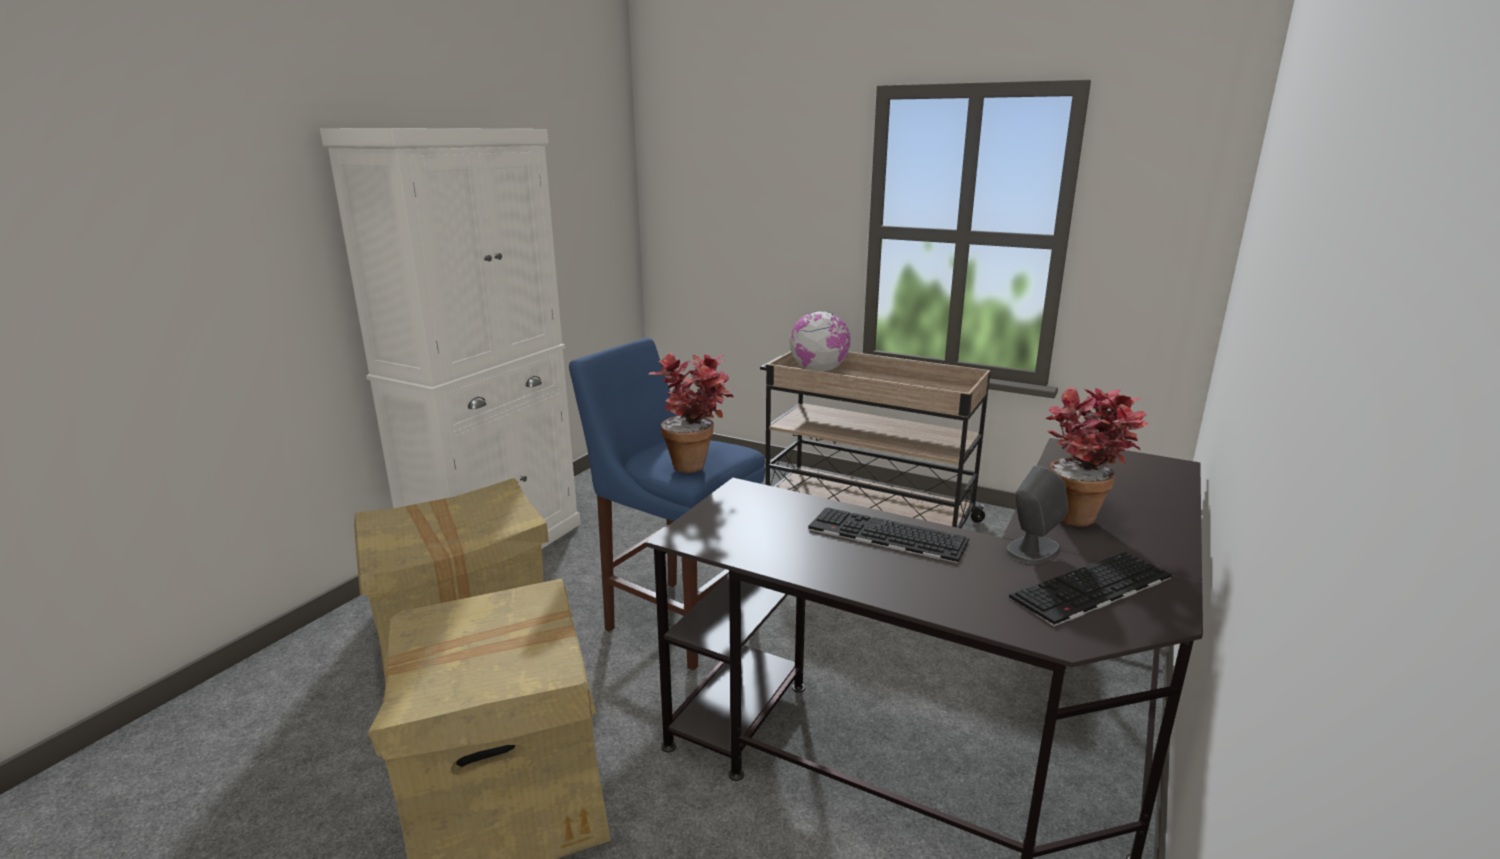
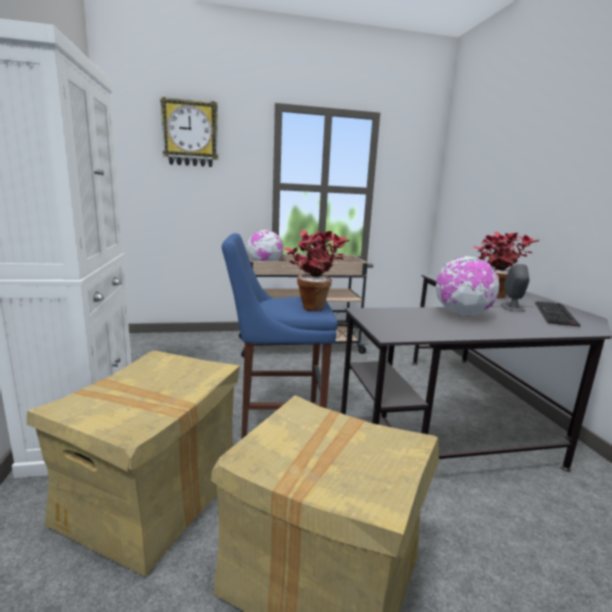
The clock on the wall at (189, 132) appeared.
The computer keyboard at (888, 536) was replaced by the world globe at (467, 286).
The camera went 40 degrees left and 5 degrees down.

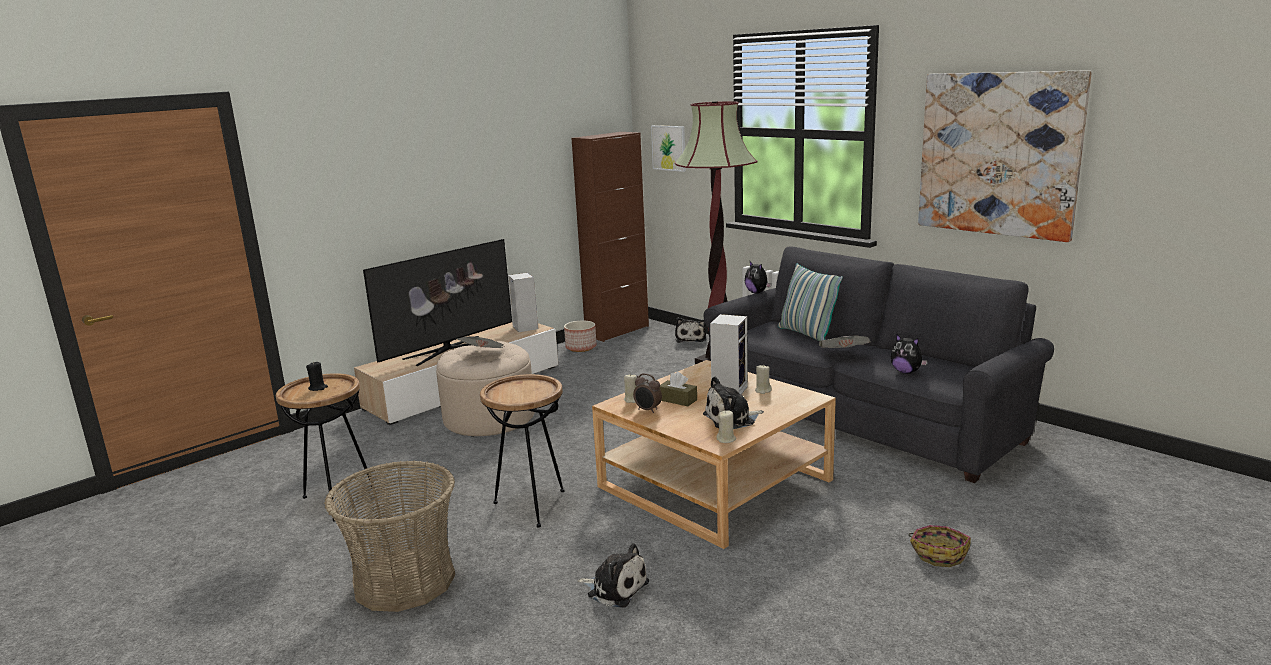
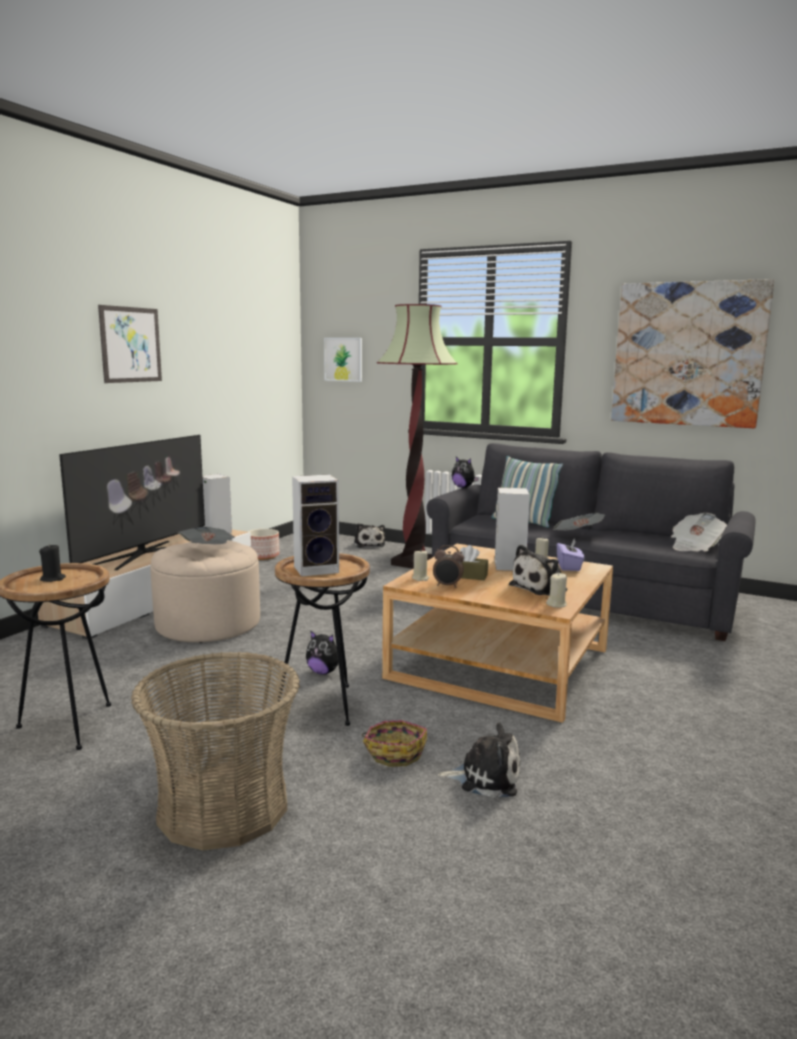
The wall picture at (130, 344) appeared.
The audio speaker at (315, 525) appeared.
The plush toy moved from (909, 354) to (322, 652).
The basket moved from (939, 546) to (394, 743).
The purple tissue holder at (570, 555) appeared.
The daily paper at (699, 532) appeared.
The brown cabinet at (610, 237) disappeared.
The camera went 20 degrees left and 5 degrees down.

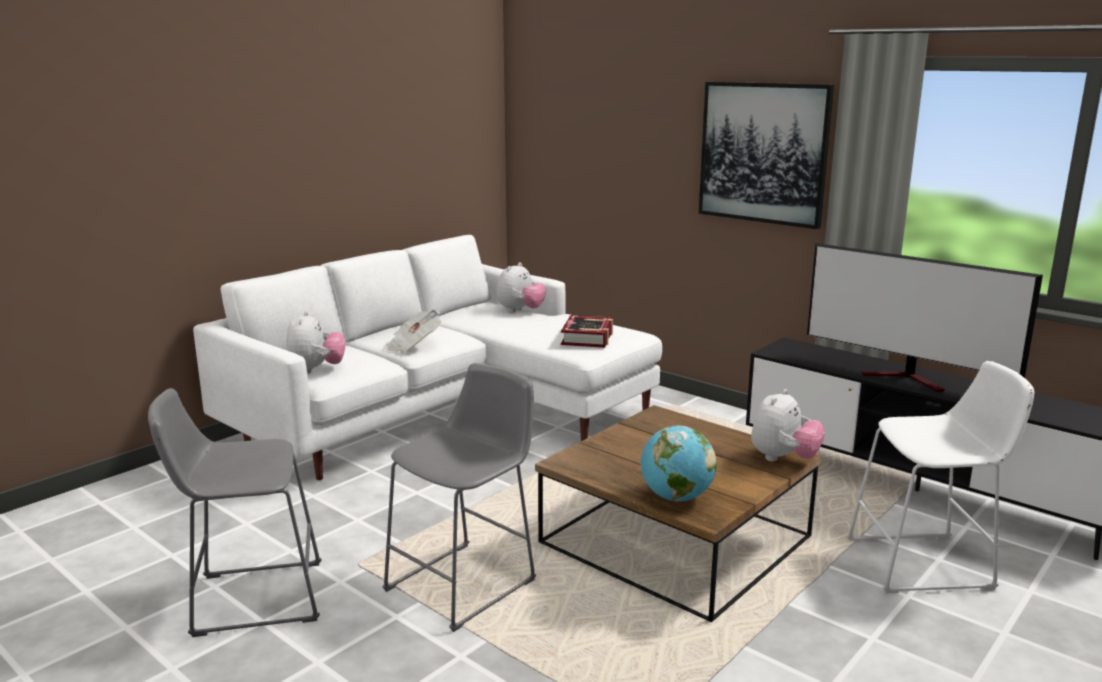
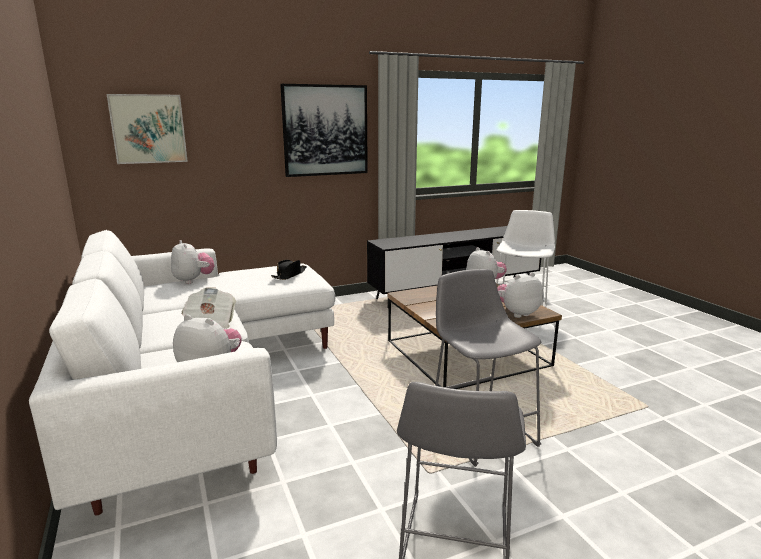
The wall picture at (147, 129) appeared.
The bound book at (587, 331) was replaced by the blackish wearable hat at (288, 270).
The world globe at (679, 463) was replaced by the plush toy at (520, 295).
The TV set at (925, 317) disappeared.
The camera went 65 degrees left and 0 degrees up.

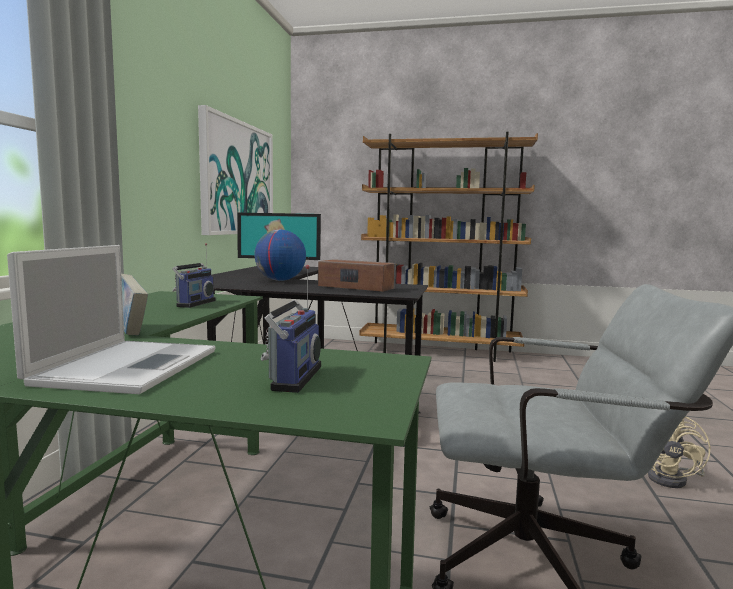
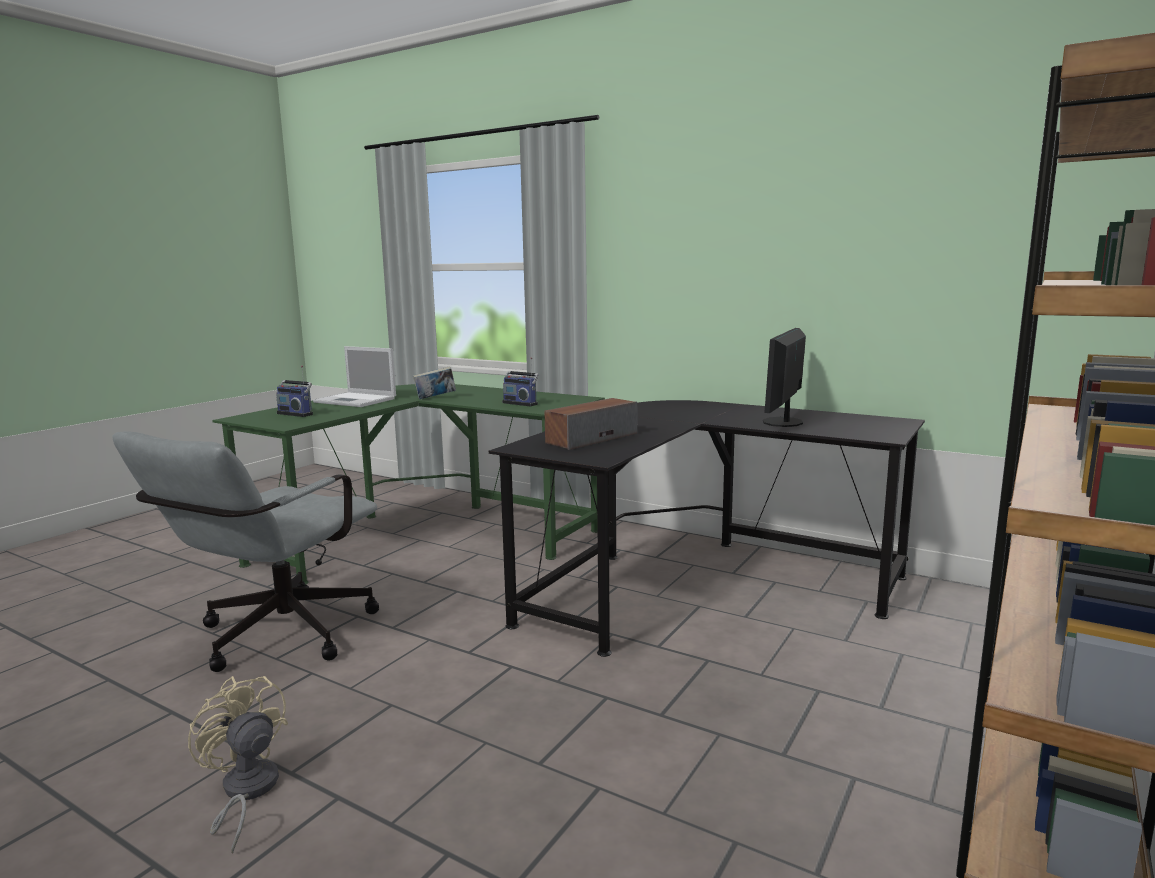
The wall picture at (235, 170) disappeared.
The world globe at (280, 255) disappeared.
The camera went 110 degrees right and 5 degrees up.

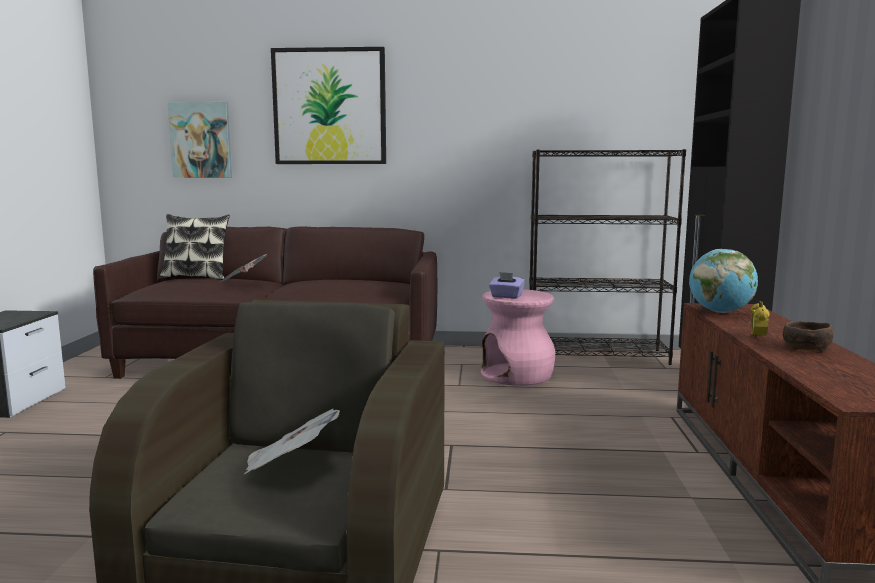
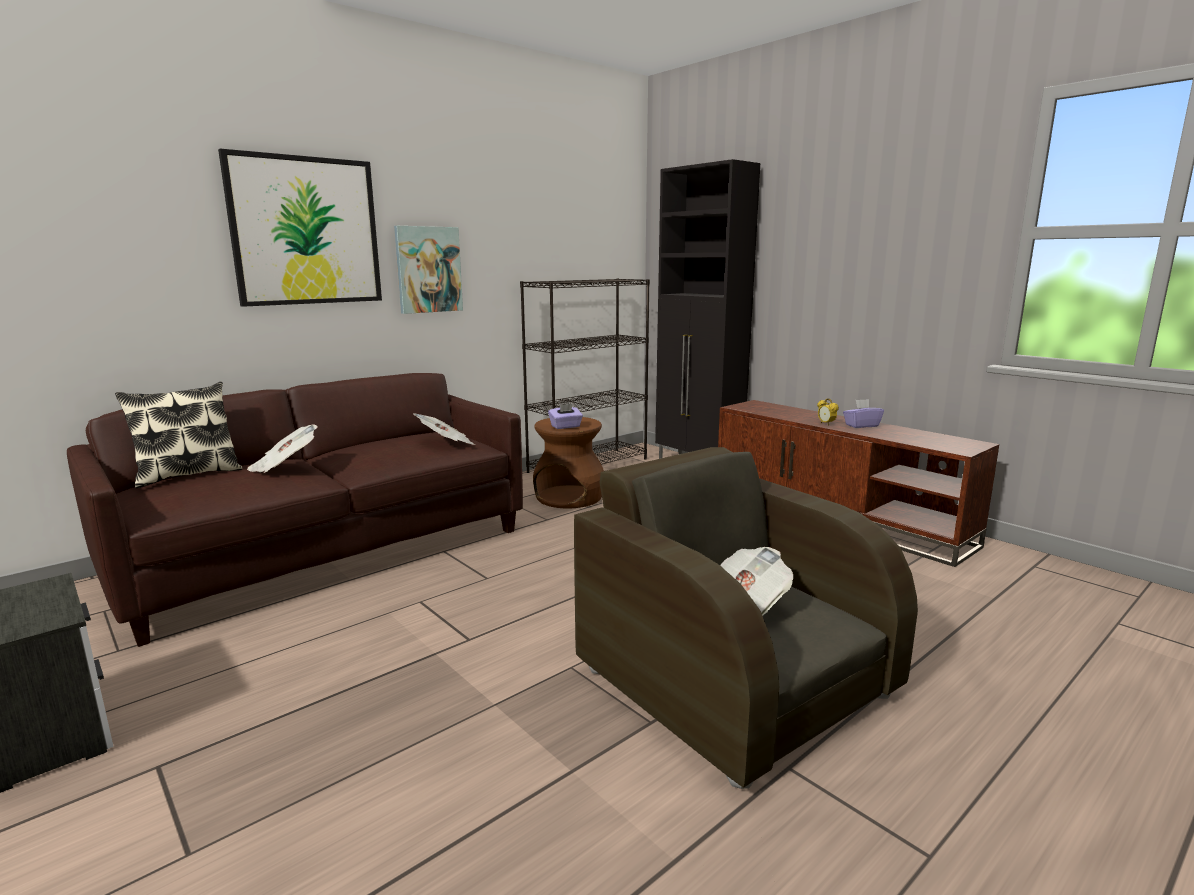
The wall picture moved from (200, 140) to (428, 270).
The daily paper at (444, 429) appeared.
The pink stool at (518, 337) became the brown stool at (568, 463).
The brown deep dish at (808, 336) was replaced by the purple tissue holder at (863, 413).
The world globe at (723, 281) disappeared.
The camera went 45 degrees left and 5 degrees up.

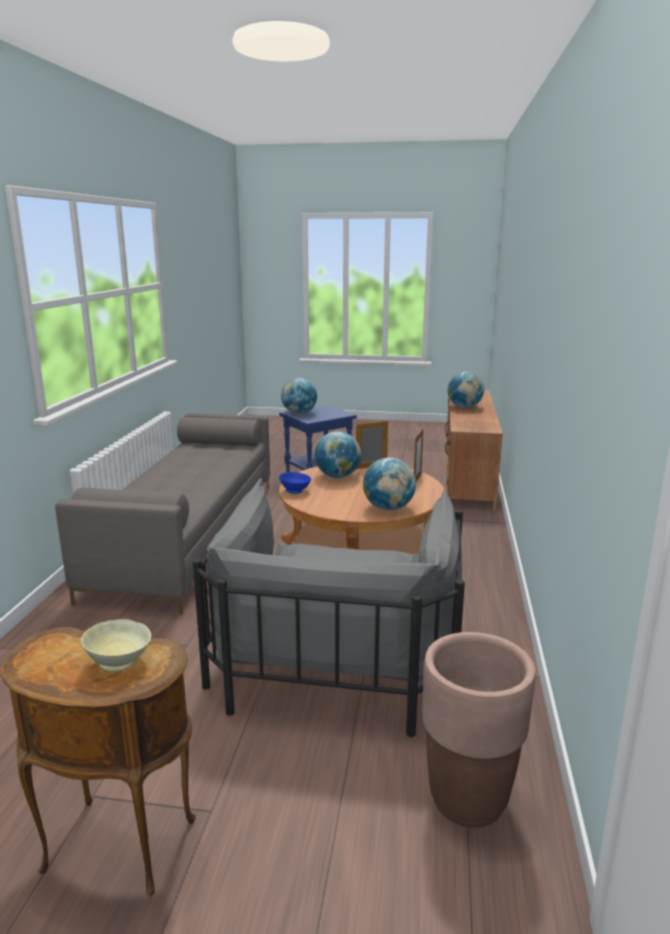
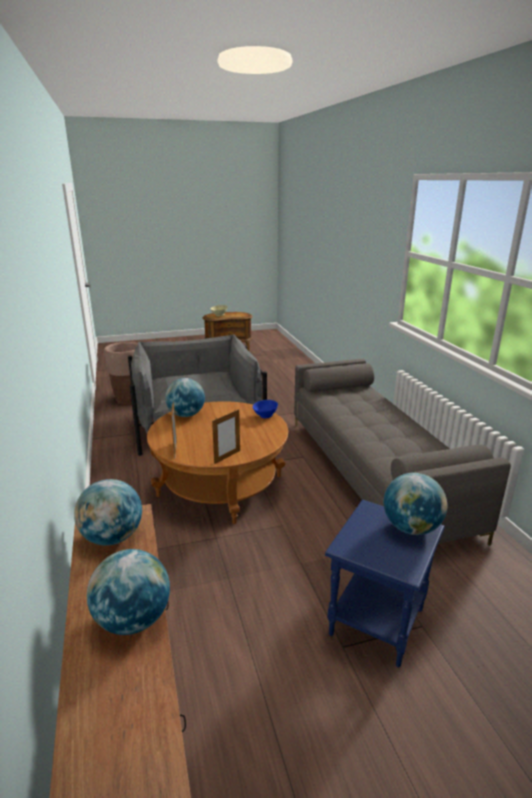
The world globe moved from (338, 454) to (108, 512).
The camera went 155 degrees right and 5 degrees up.

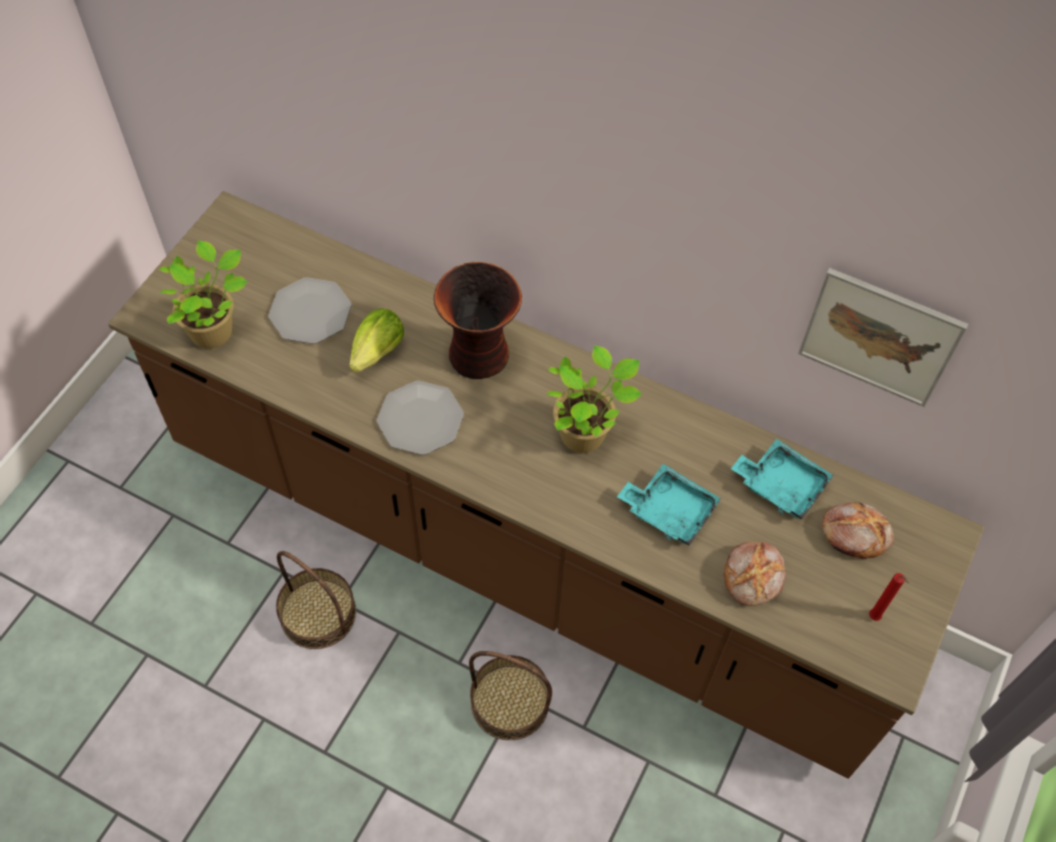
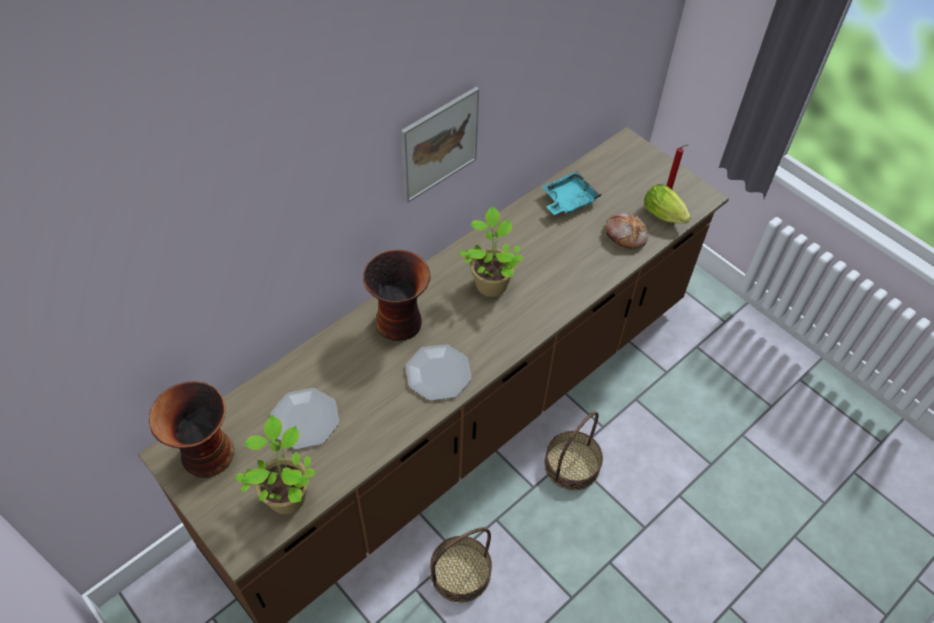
The flower vase at (192, 429) appeared.
The wall picture moved from (883, 337) to (440, 145).
The lettuce head moved from (376, 340) to (667, 204).
The turquoise carrying tray at (669, 504) disappeared.
The bakery bread at (858, 530) disappeared.
The camera went 70 degrees left and 5 degrees down.

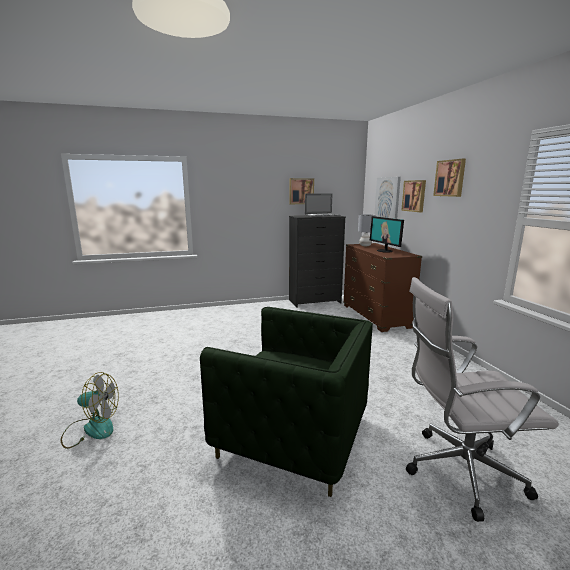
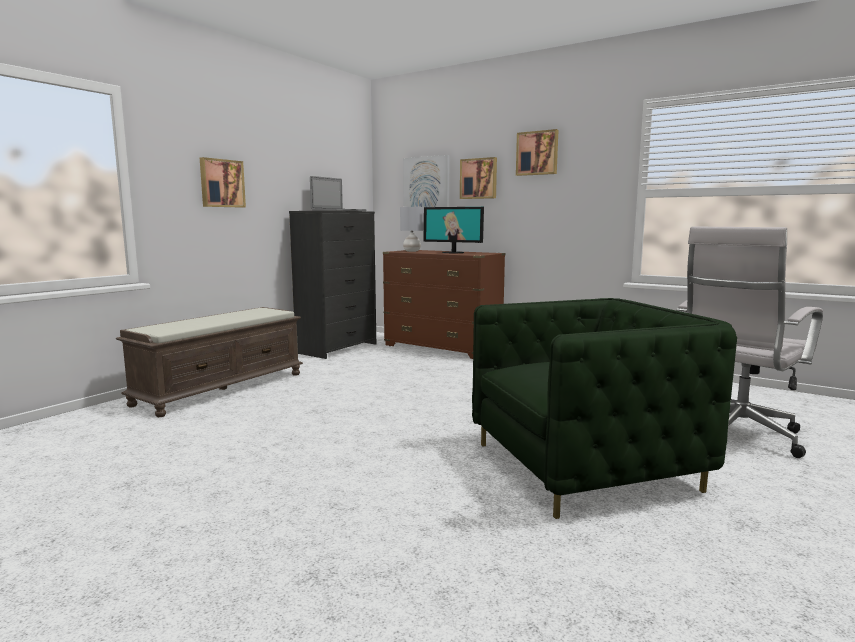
The brown indoor bench at (209, 362) appeared.
The wall picture moved from (301, 191) to (223, 182).
The fan at (90, 410) disappeared.
The camera went 40 degrees left and 5 degrees down.

